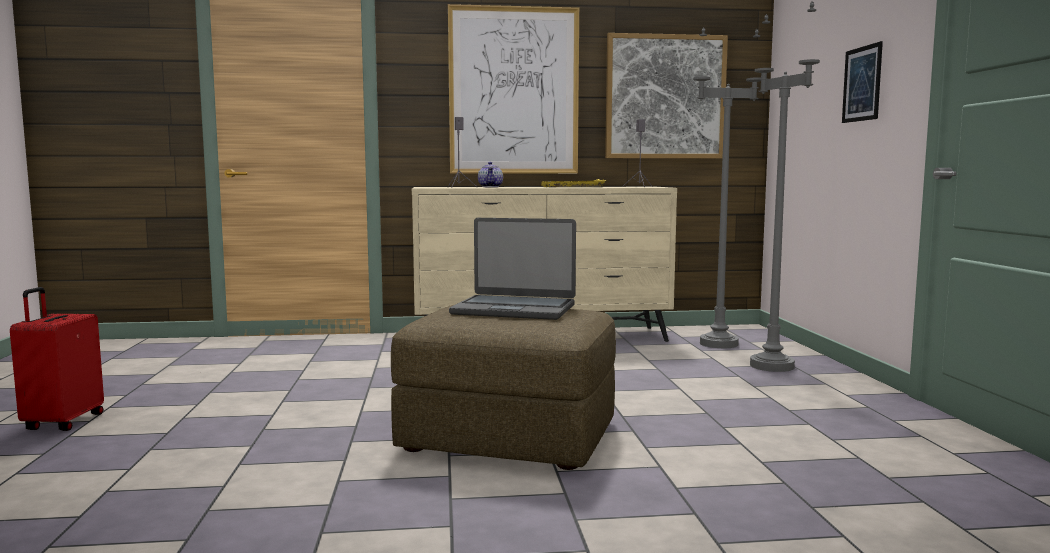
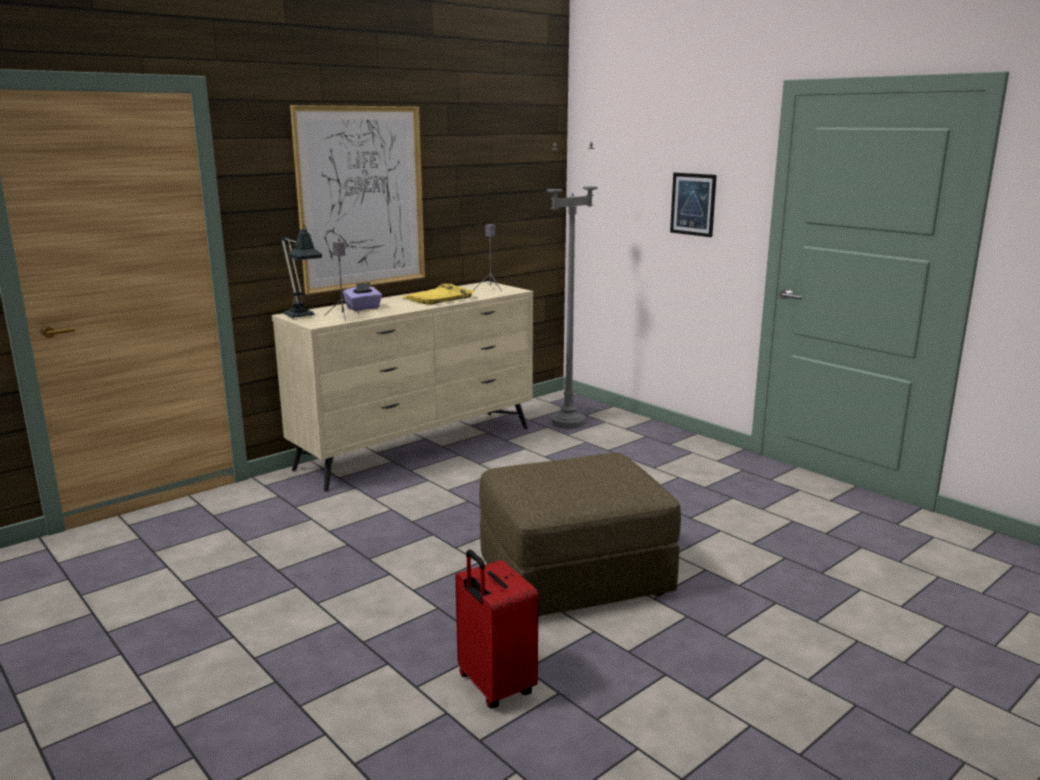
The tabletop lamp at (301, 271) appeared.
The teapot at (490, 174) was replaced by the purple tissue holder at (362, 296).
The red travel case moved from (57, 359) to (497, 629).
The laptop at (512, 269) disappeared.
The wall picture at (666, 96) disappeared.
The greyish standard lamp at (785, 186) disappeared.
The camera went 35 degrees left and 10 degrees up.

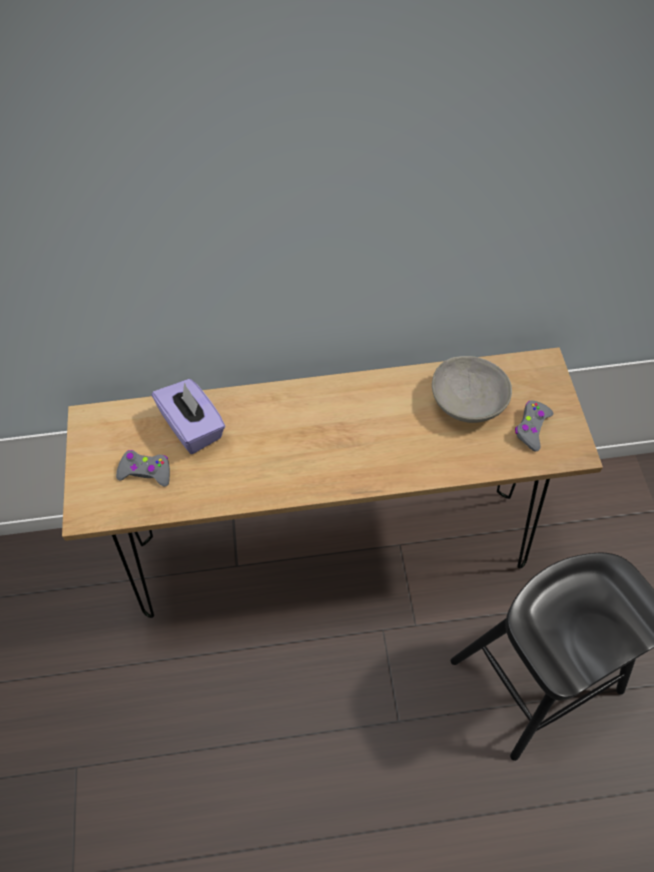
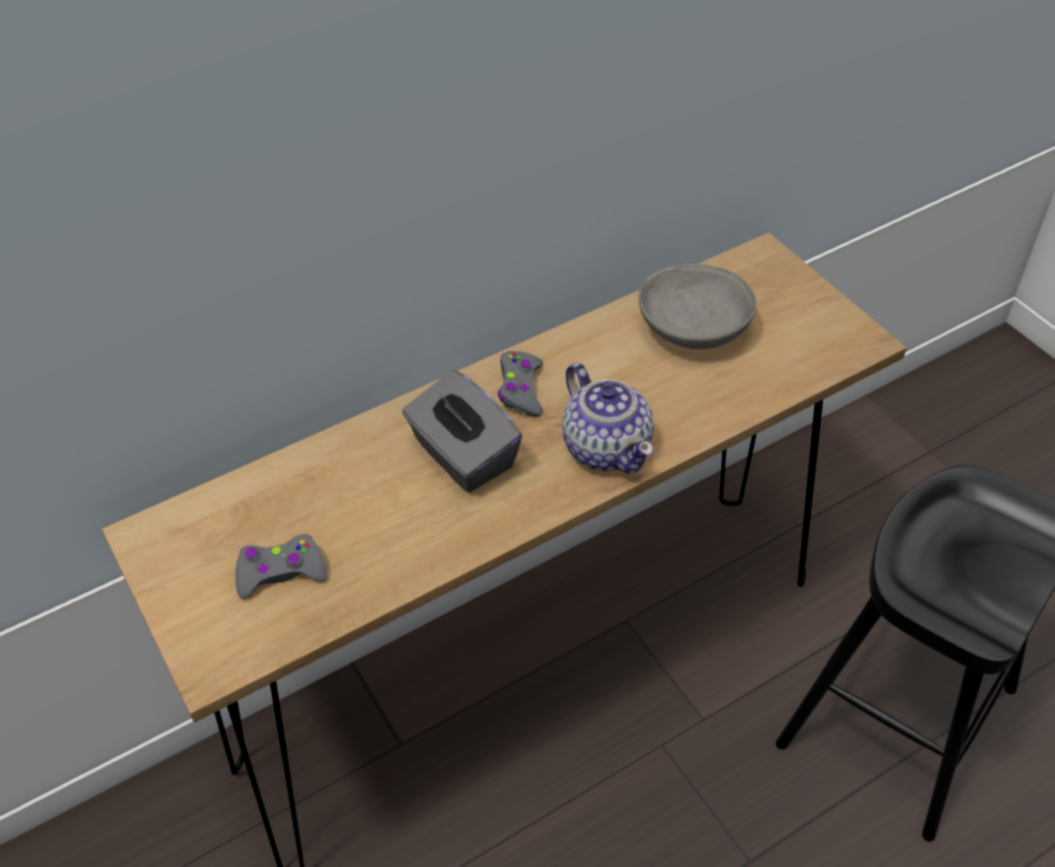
The greyish tissue holder at (462, 431) appeared.
The greyish gamepad moved from (534, 426) to (520, 384).
The teapot at (608, 418) appeared.
The purple tissue holder at (188, 416) disappeared.
The camera went 25 degrees left and 10 degrees down.

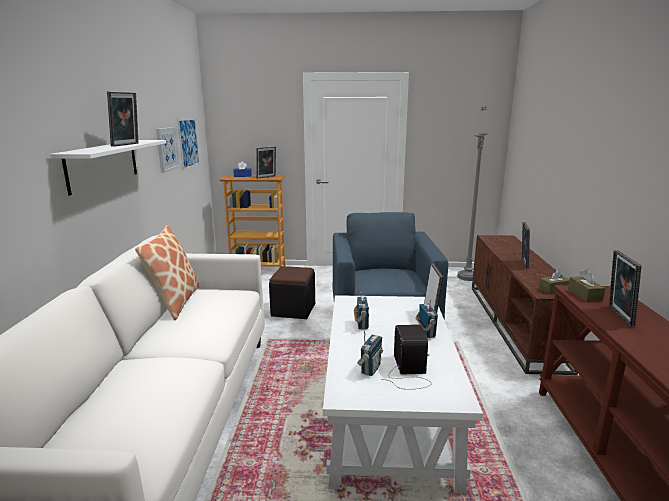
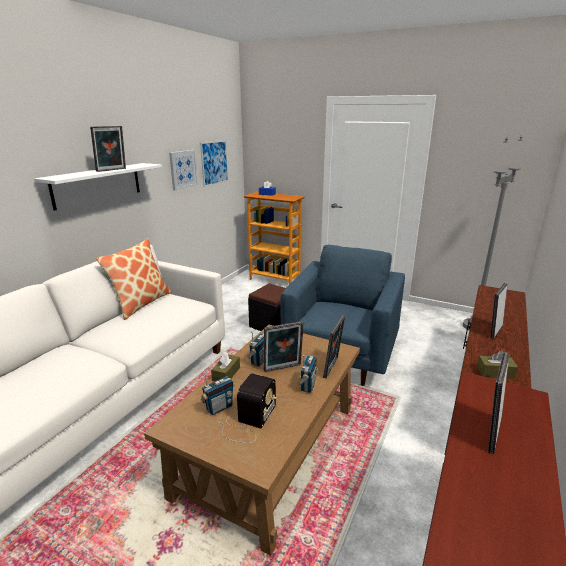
The whitish coffee table at (403, 394) became the brown coffee table at (252, 440).
The brown tissue holder moved from (586, 285) to (225, 366).
The standing frame moved from (266, 162) to (284, 346).
The camera went 25 degrees right and 5 degrees up.

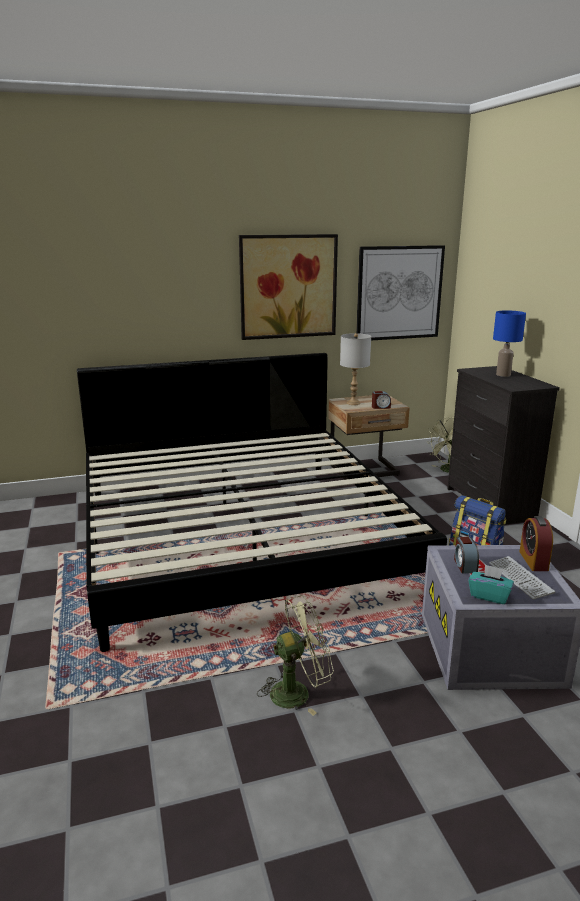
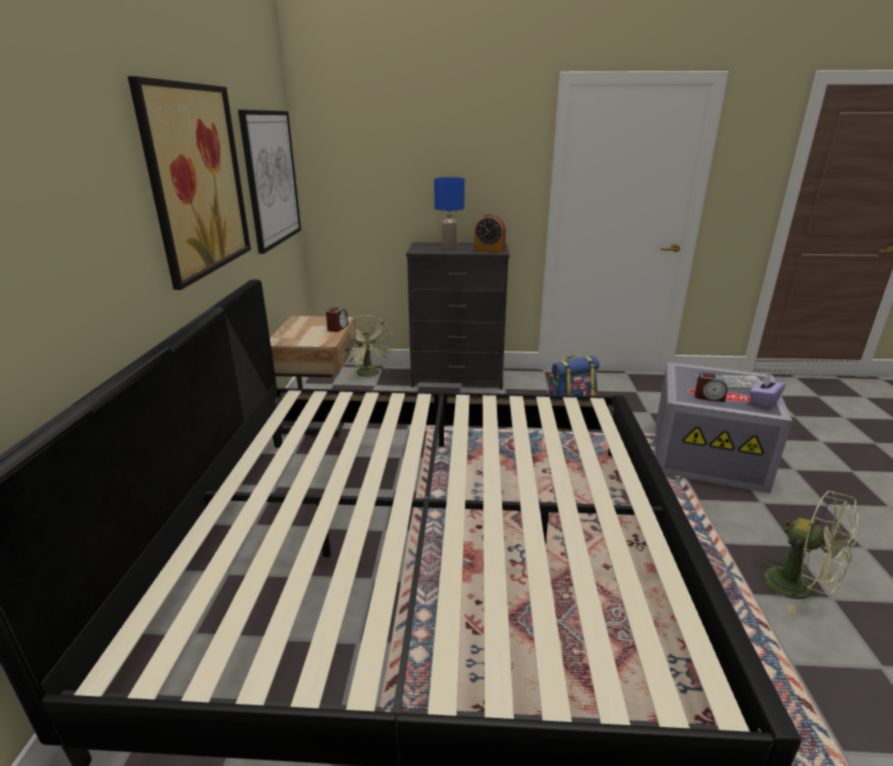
The alarm clock moved from (536, 543) to (490, 233).
The turquoise tissue holder at (491, 584) became the purple tissue holder at (768, 391).
The green fan at (295, 655) turned 135 degrees clockwise.
The greyish tabletop lamp at (355, 369) disappeared.
The camera went 70 degrees left and 5 degrees up.

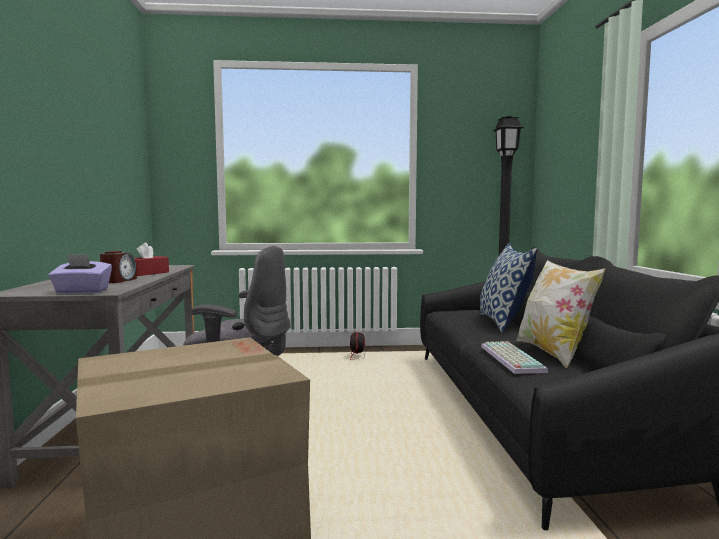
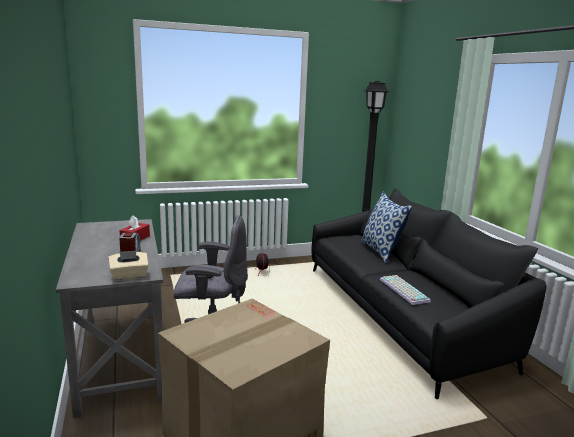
The purple tissue holder at (80, 274) became the beige-coloured tissue holder at (128, 266).
The cushion at (560, 314) disappeared.
The camera went 15 degrees left and 10 degrees up.

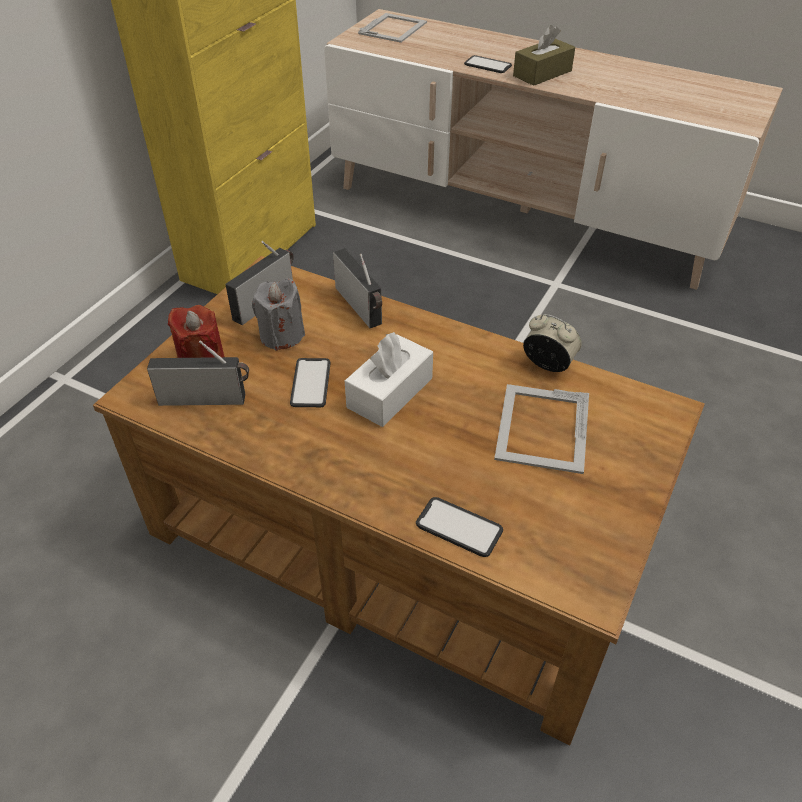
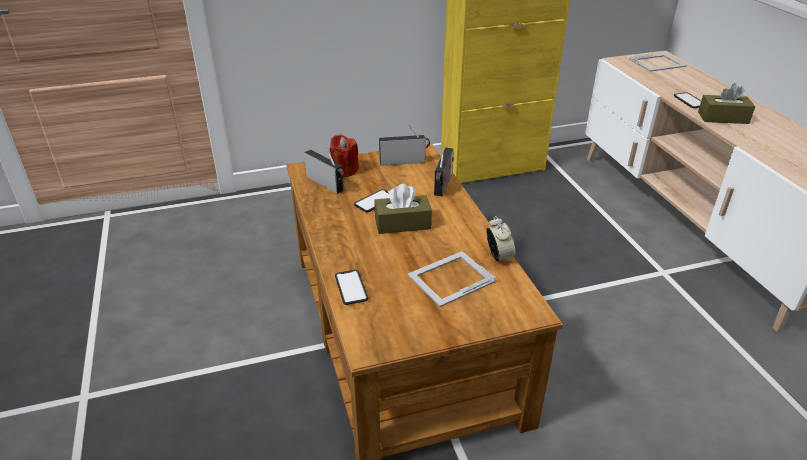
The whitish tissue holder at (389, 379) became the brown tissue holder at (403, 209).
The greyish wax candle at (278, 314) disappeared.
The camera went 45 degrees right and 10 degrees down.

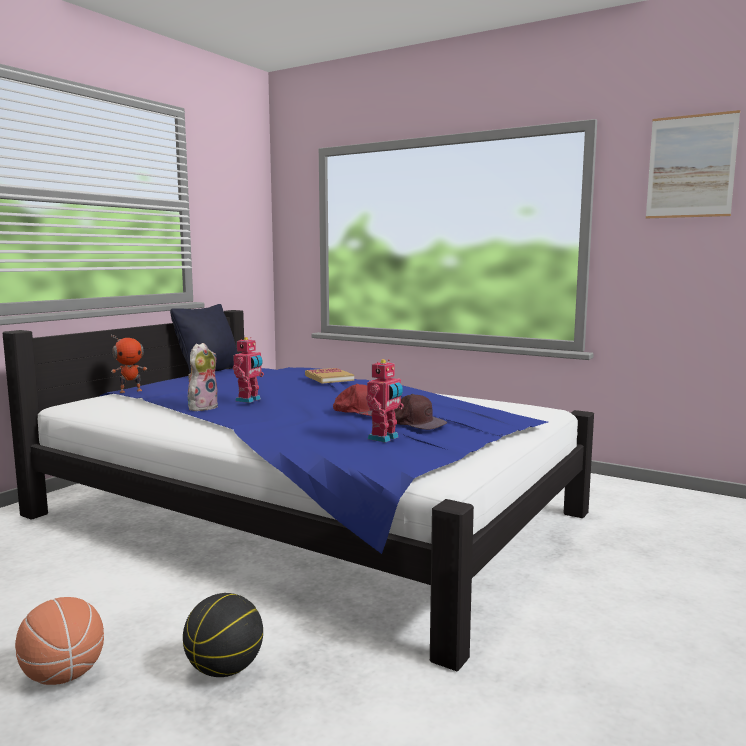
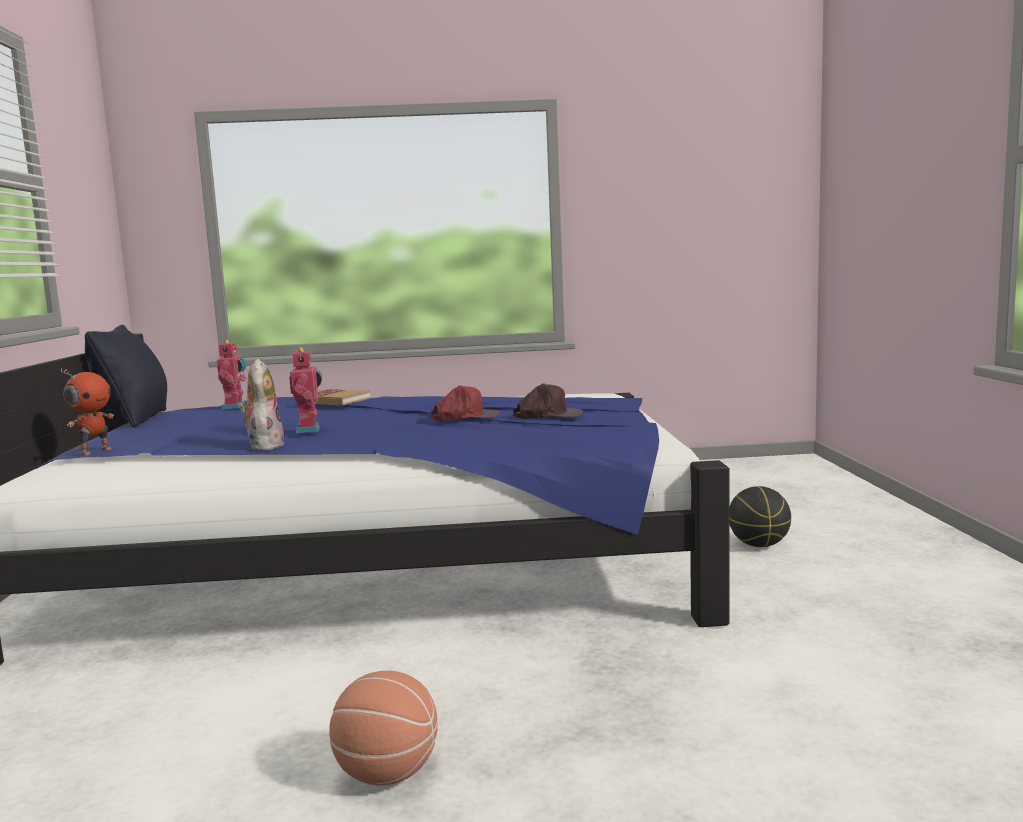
The robot figure moved from (385, 401) to (231, 374).
The basketball moved from (223, 635) to (760, 516).
The wall picture at (693, 164) disappeared.
The camera went 35 degrees left and 0 degrees up.

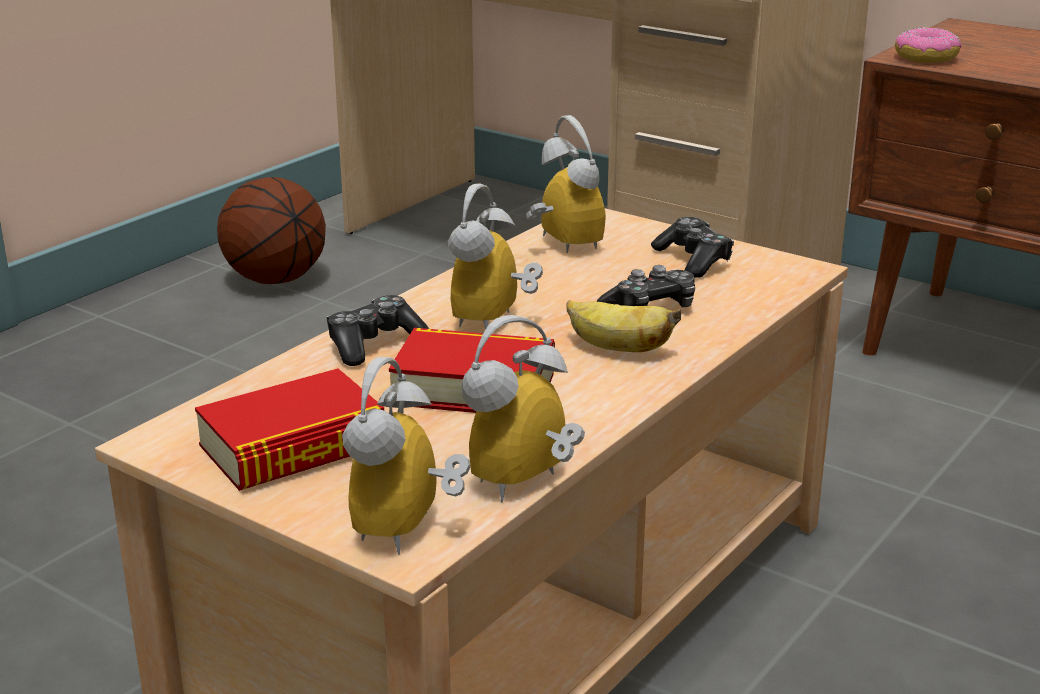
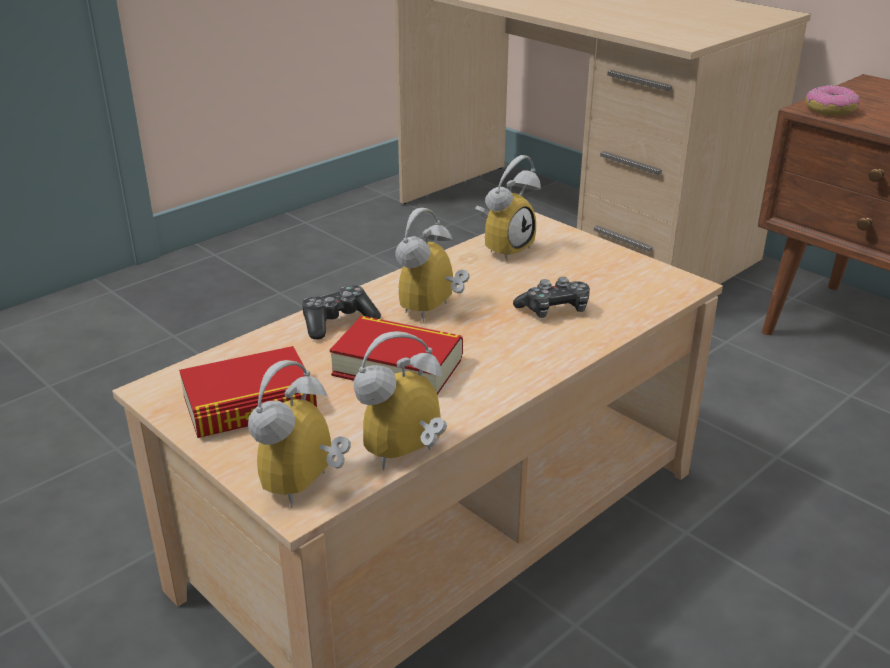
The alarm clock at (565, 184) turned 60 degrees clockwise.
The basketball at (271, 230) disappeared.
The banana at (623, 326) disappeared.
The gamepad at (692, 247) disappeared.
The camera went 10 degrees right and 5 degrees up.

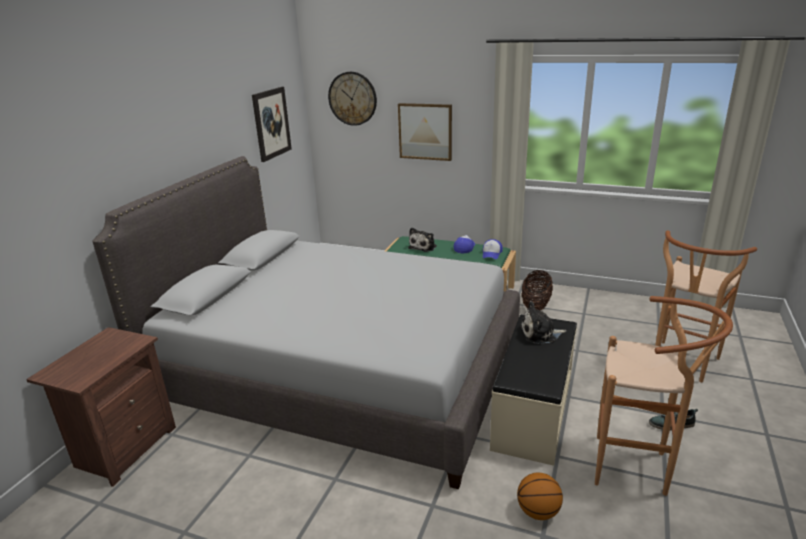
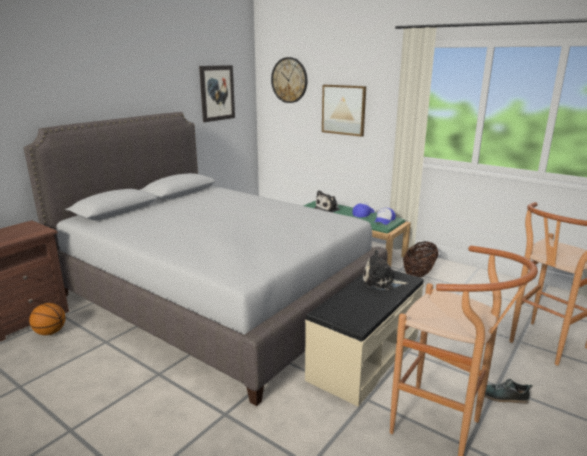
The basketball moved from (540, 496) to (47, 319).
The camera went 15 degrees right and 5 degrees down.

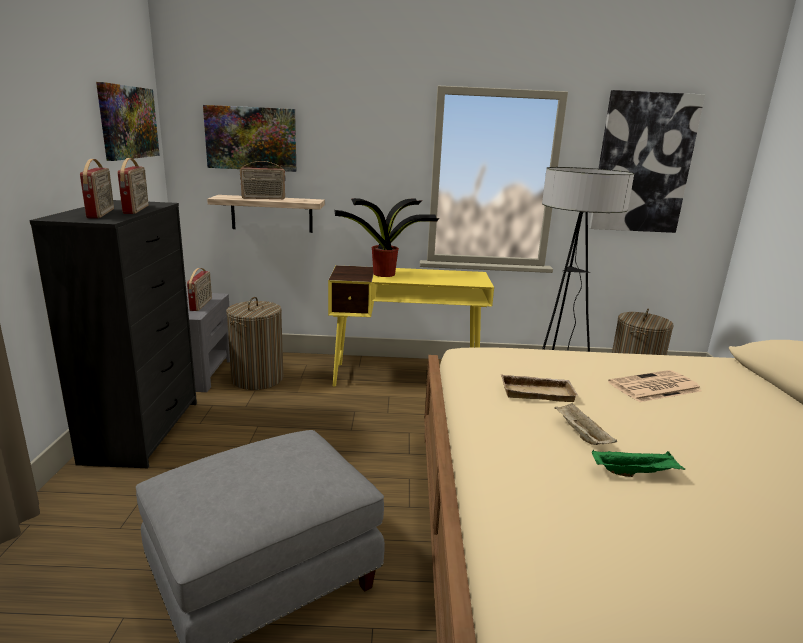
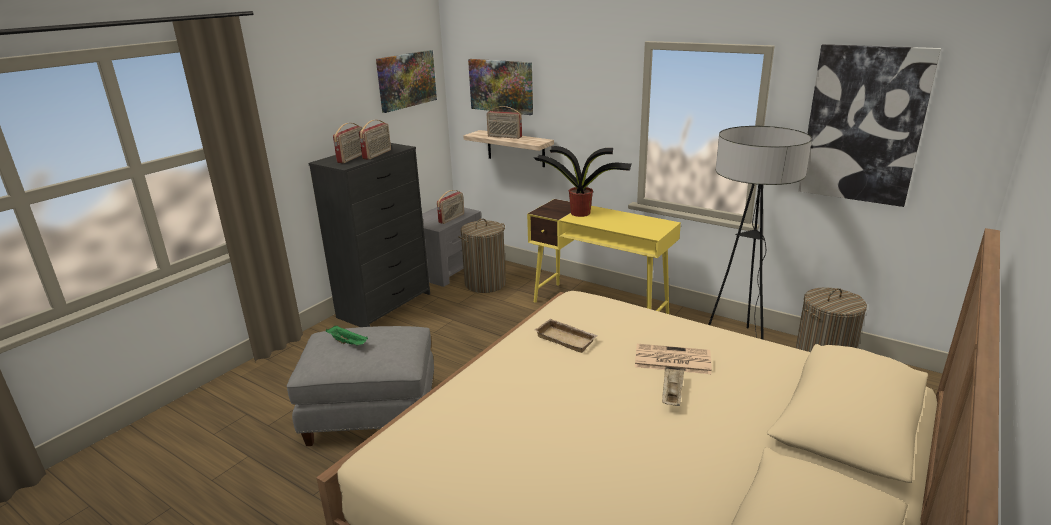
The green carrying tray moved from (638, 463) to (347, 336).
The beige-coloured carrying tray moved from (585, 424) to (673, 387).
The camera went 35 degrees right and 5 degrees up.

